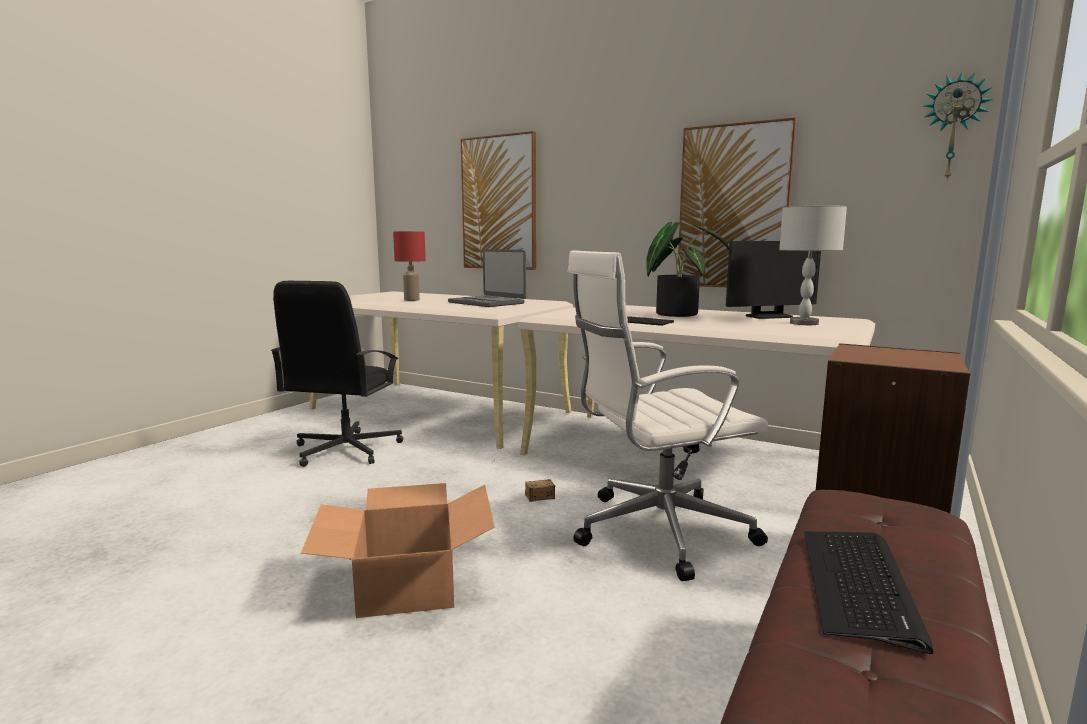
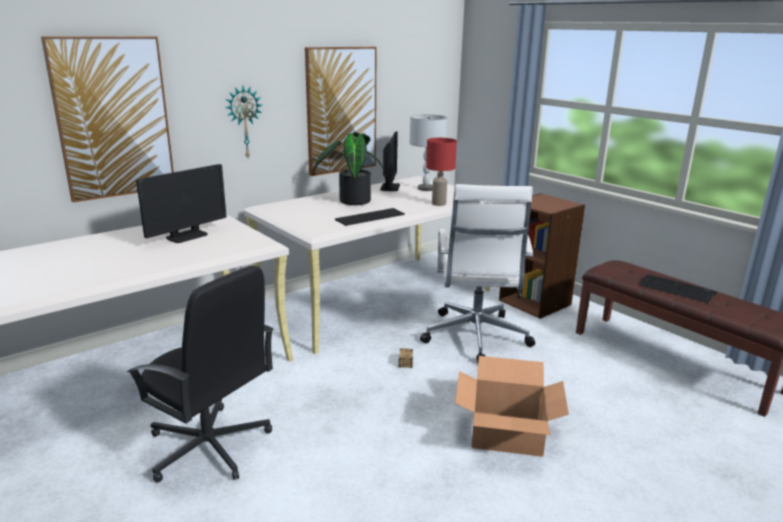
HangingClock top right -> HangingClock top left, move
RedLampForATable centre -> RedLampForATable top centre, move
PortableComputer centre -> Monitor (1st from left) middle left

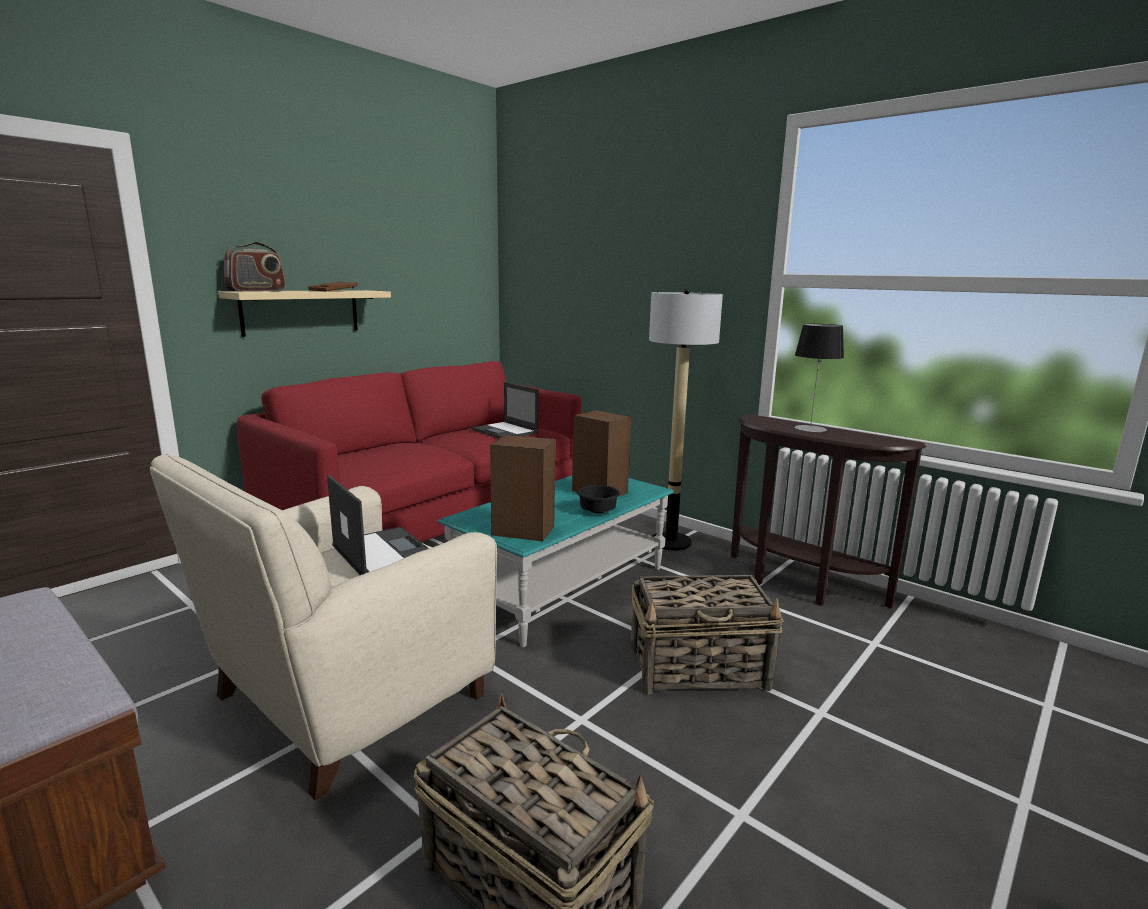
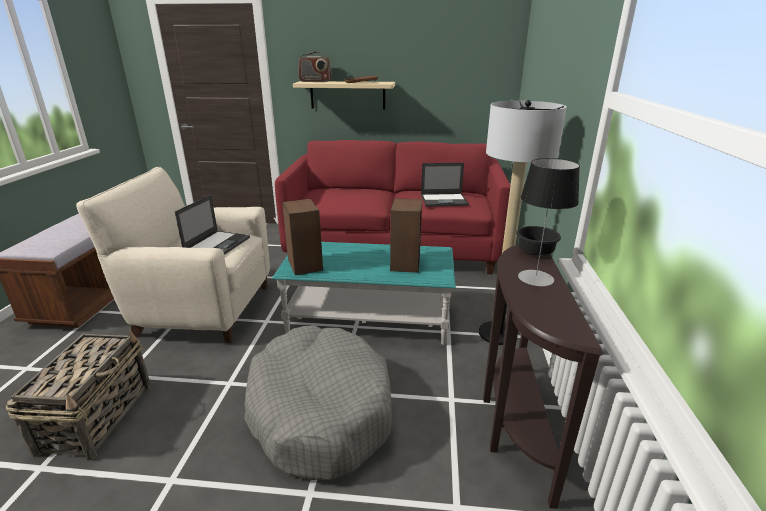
PortableComputer (2nd from left) centre, 105 degrees counterclockwise
BlackColouredBowl centre -> BlackColouredBowl middle right, move
StorageBasket (2nd from left) bottom centre -> GreyPetBed bottom centre

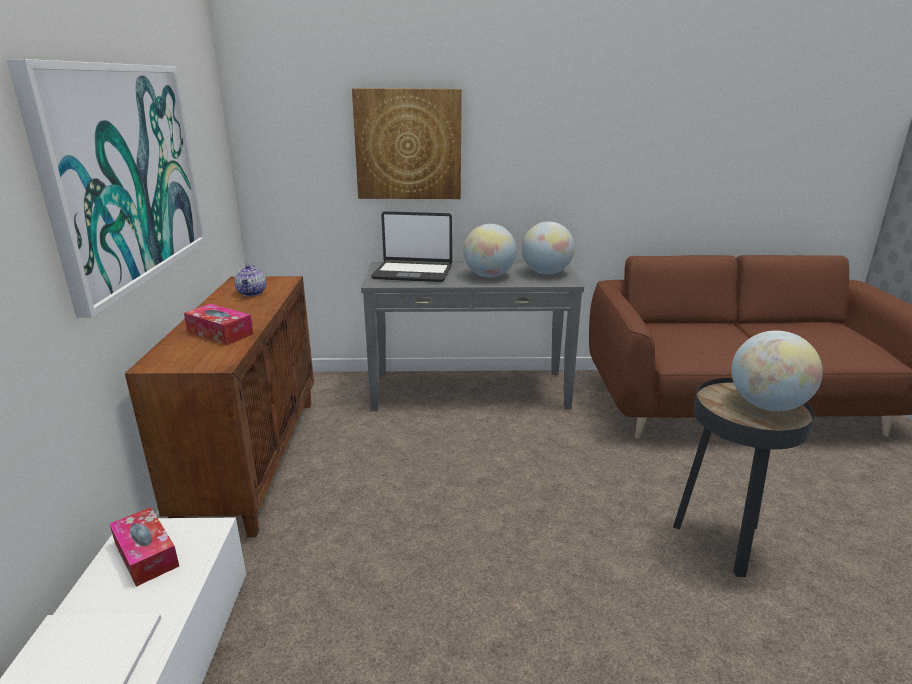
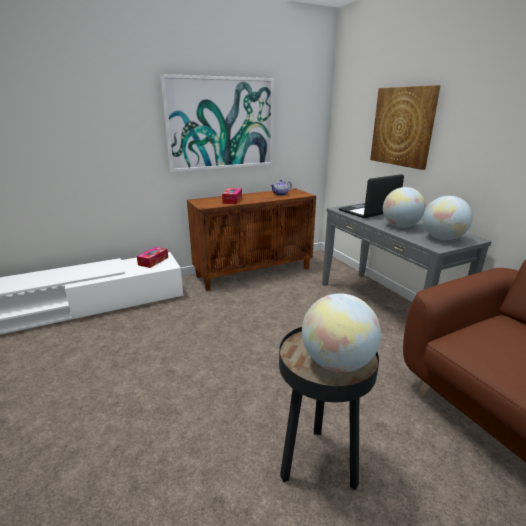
PortableComputer centre -> PortableComputer middle right, 75 degrees clockwise

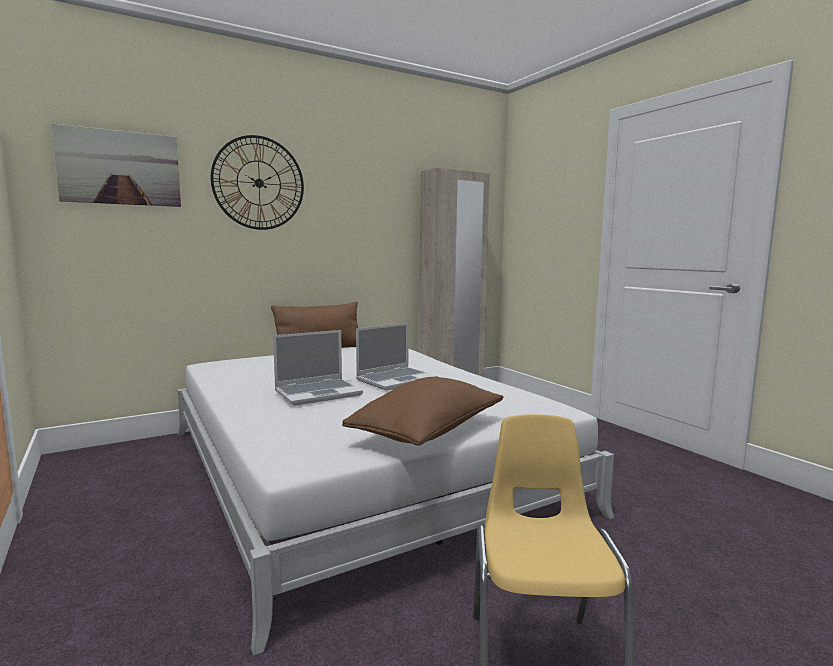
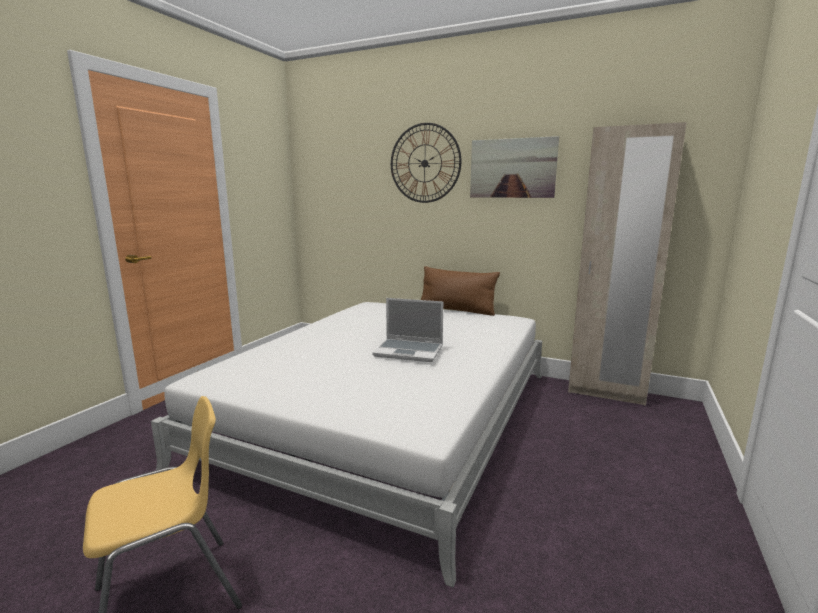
Picture top left -> Picture top centre, move
PortableComputer (1st from left) centre -> none
BrownThrowPillow (2nd from left) centre -> none

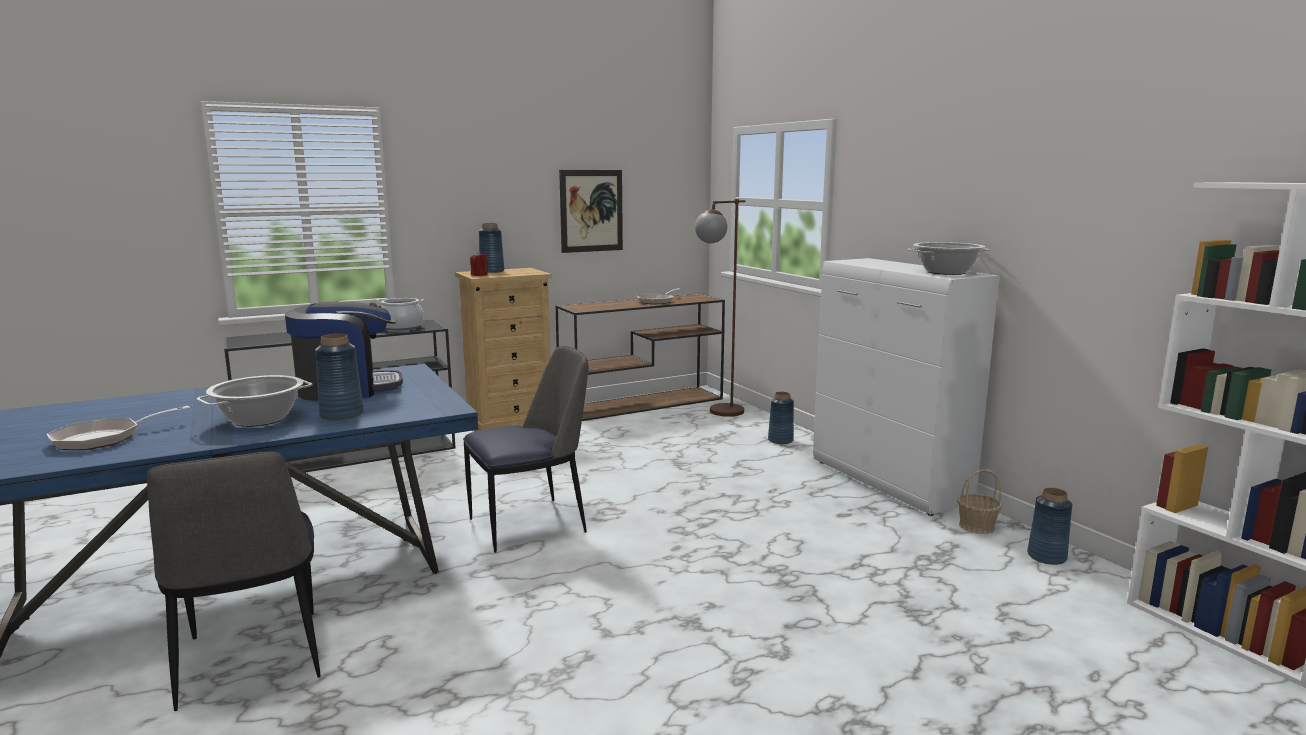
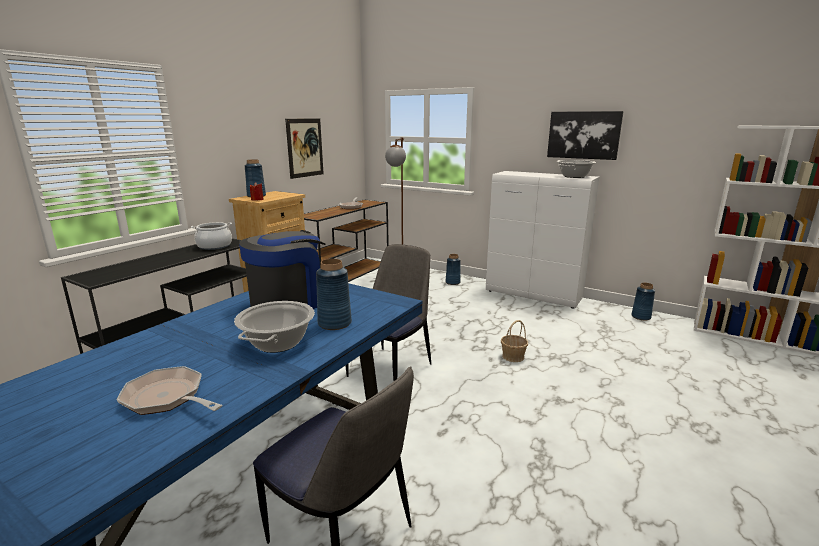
Skillet (1st from left) middle left -> Skillet (1st from left) bottom left, 105 degrees clockwise
StorageBasket bottom right -> StorageBasket centre, move
none -> Picture (2nd from left) top right

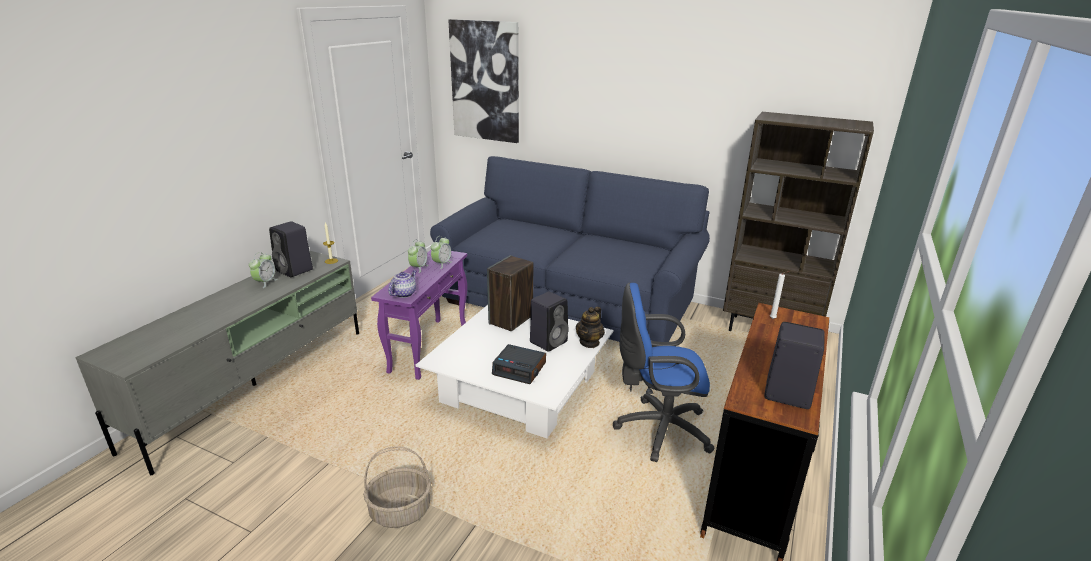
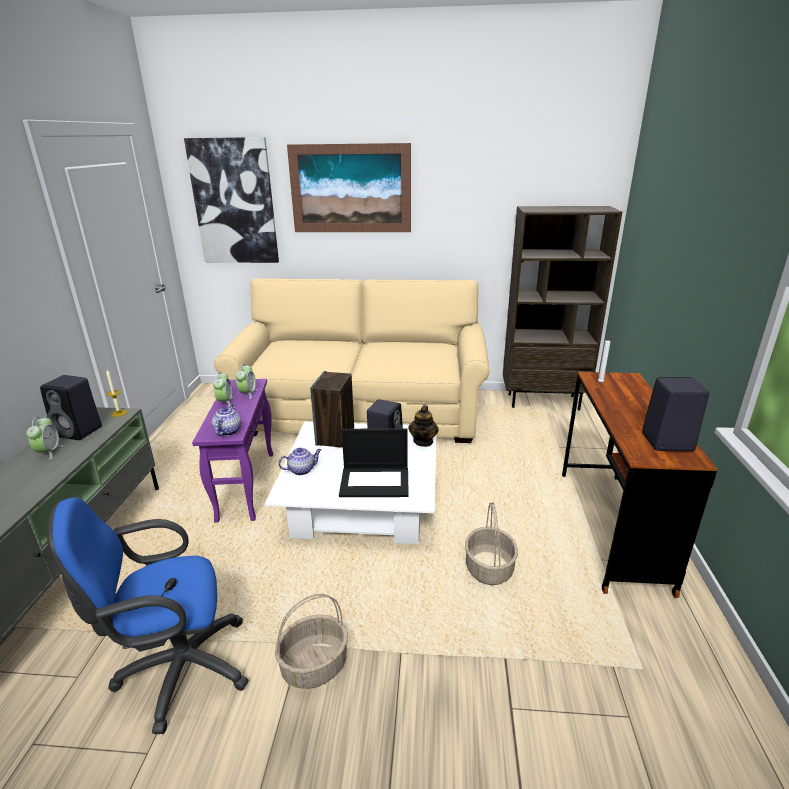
BlueColouredSettee centre -> BeigeColouredSettee centre
BlueColouredDeskChair centre -> BlueColouredDeskChair bottom left, move
TableClock (4th from left) centre -> PortableComputer centre
none -> Picture (2nd from left) top centre
none -> PotForTea (2nd from left) centre
none -> StorageBasket (2nd from left) bottom centre

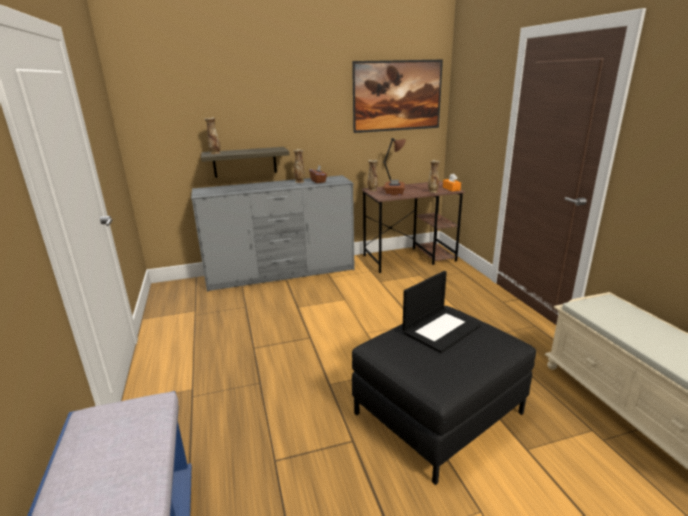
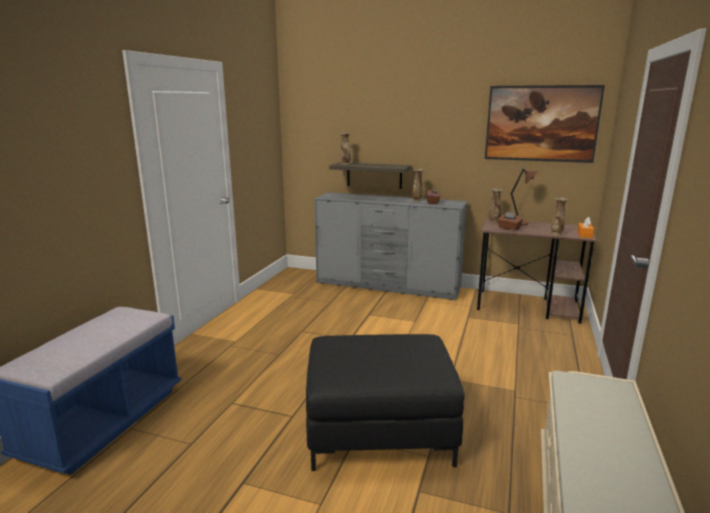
PortableComputer centre -> none

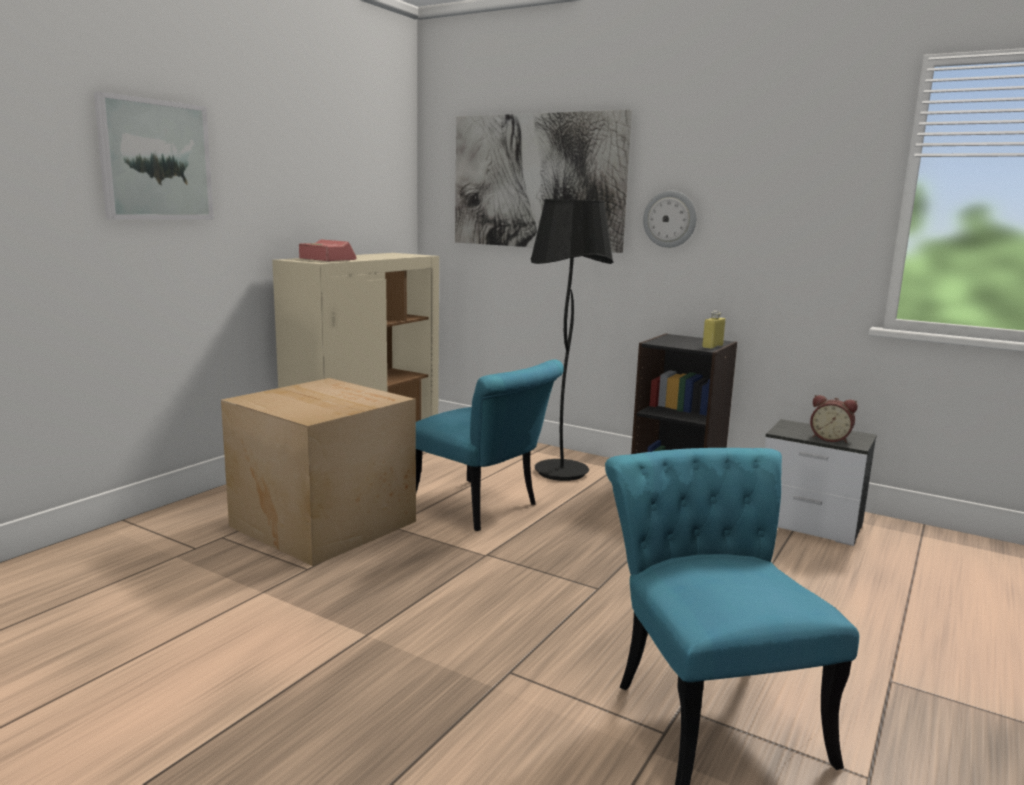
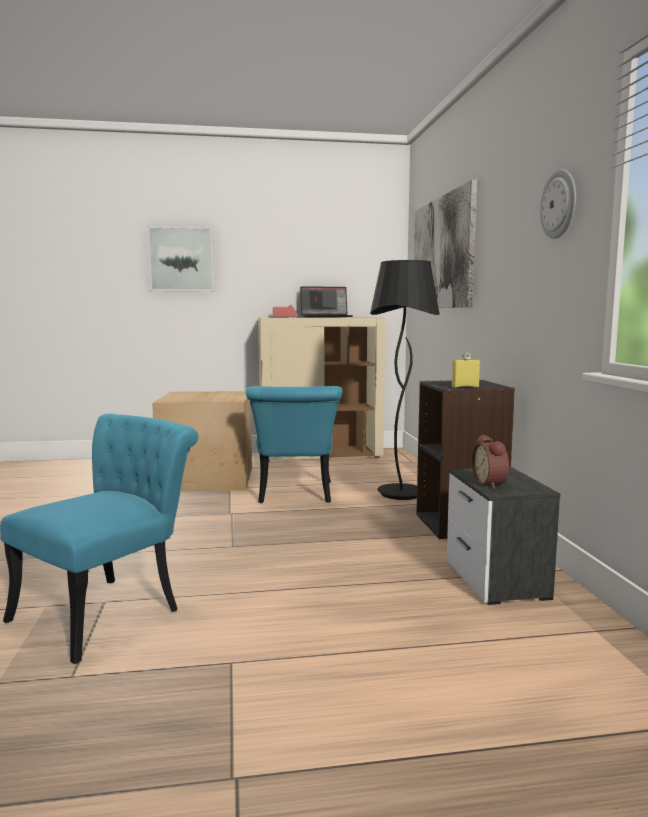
HangingClock top centre -> HangingClock top right, move
none -> PortableComputer centre

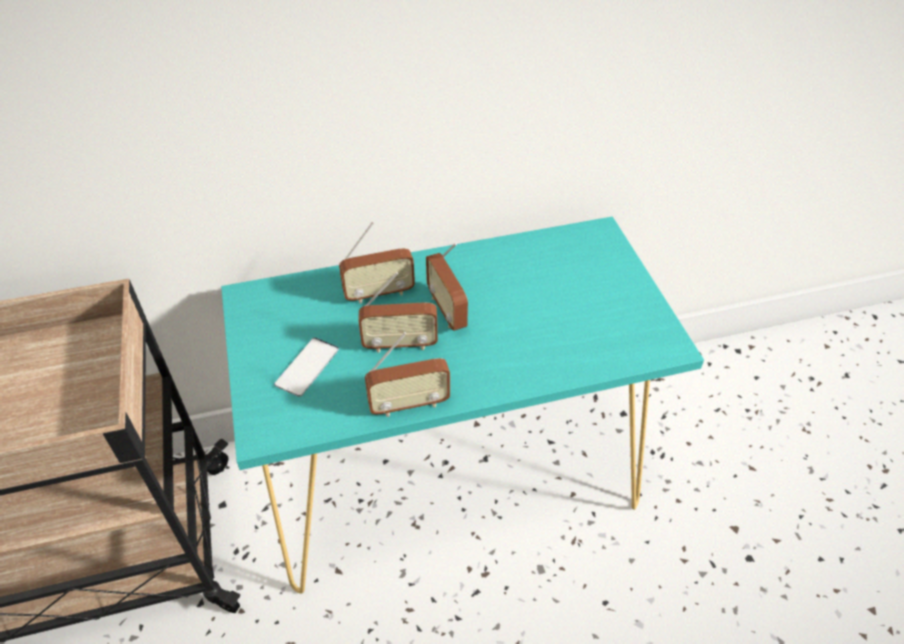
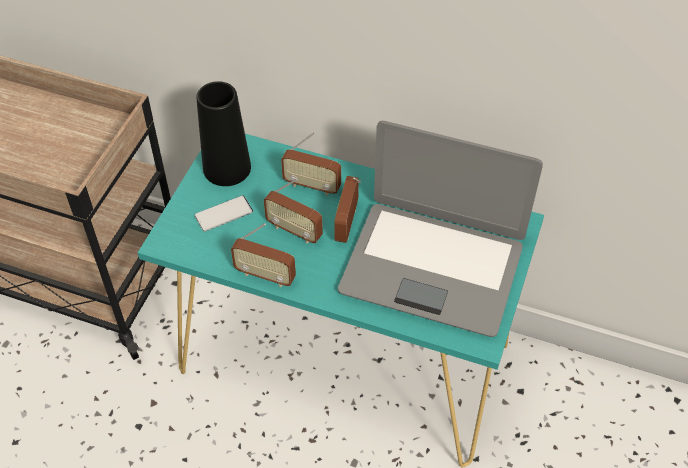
none -> BlackColouredFlowerVase top left
none -> PortableComputer centre

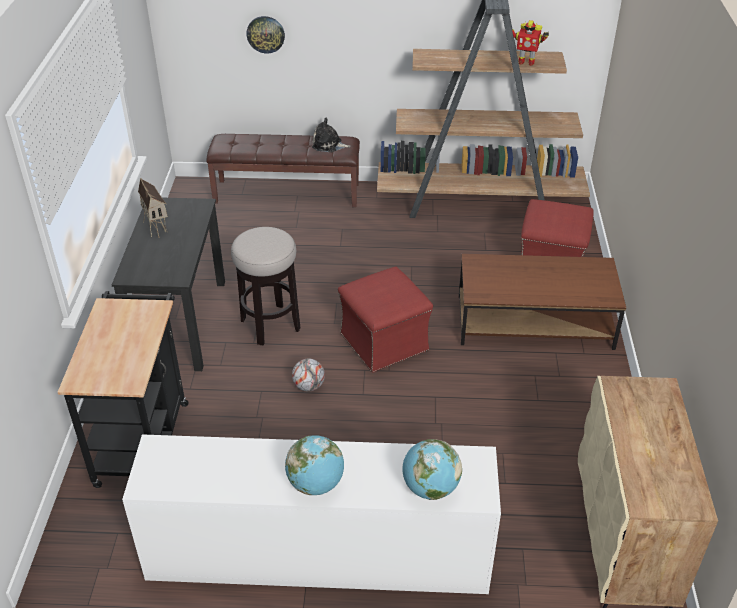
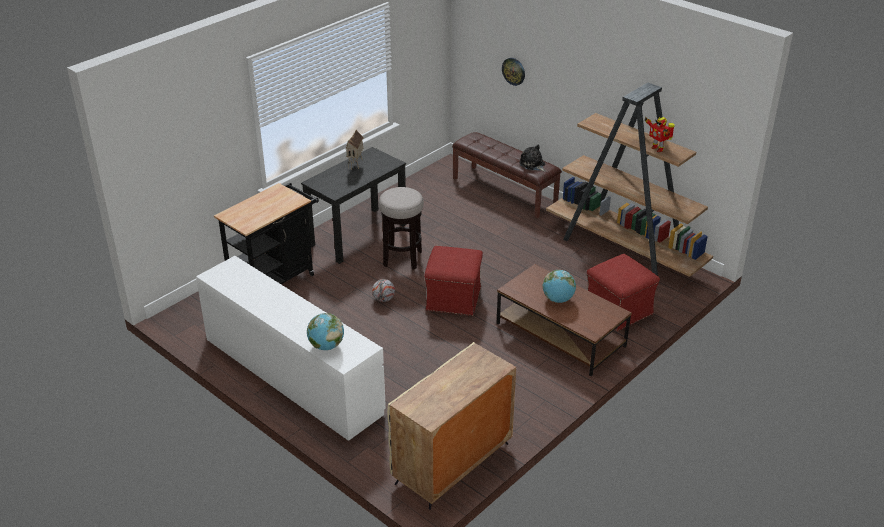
Globe (1st from left in the first image) bottom centre -> Globe (2nd from left) centre, move

